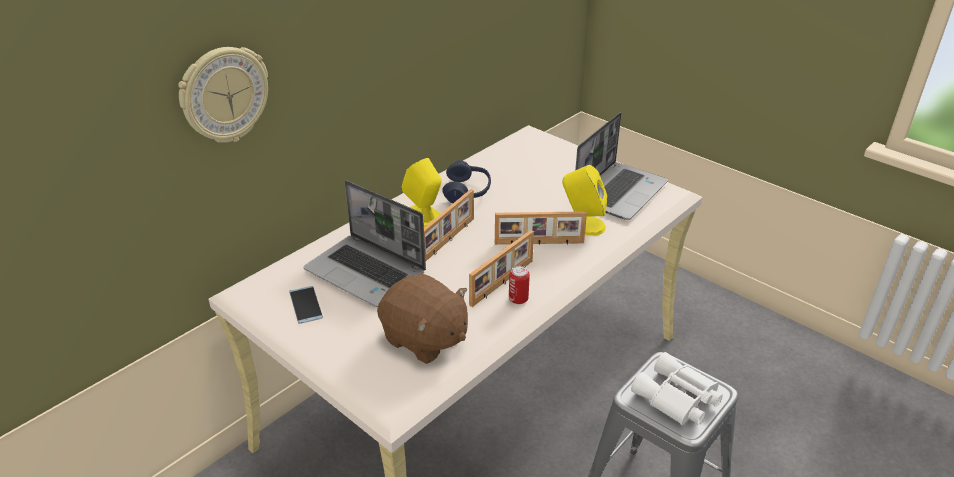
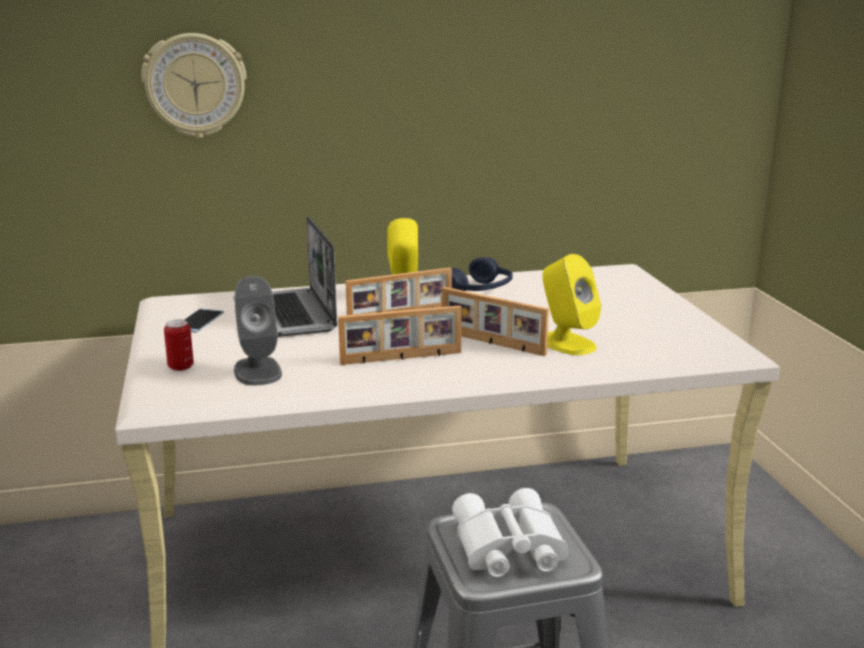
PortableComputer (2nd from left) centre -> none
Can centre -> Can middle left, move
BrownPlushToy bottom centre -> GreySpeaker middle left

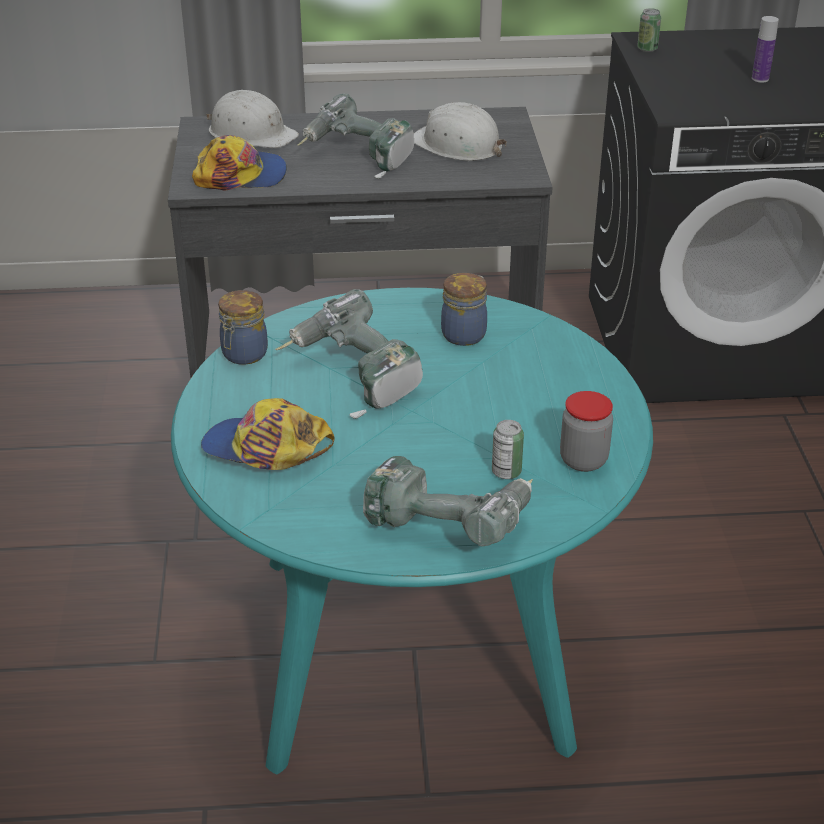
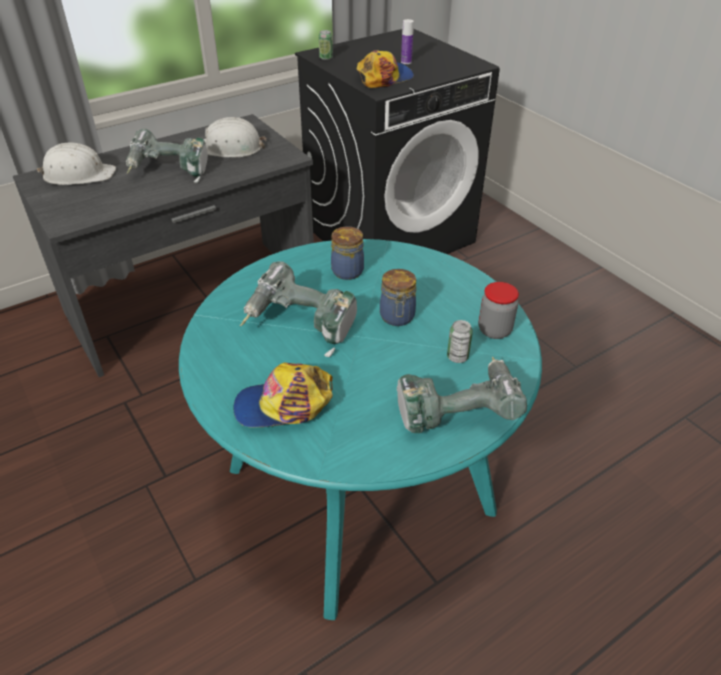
PeakedCap (1st from left in the first image) top left -> PeakedCap (2nd from left) top centre, move
PreserveJar (1st from left in the first image) middle left -> PreserveJar (2nd from left) centre, move

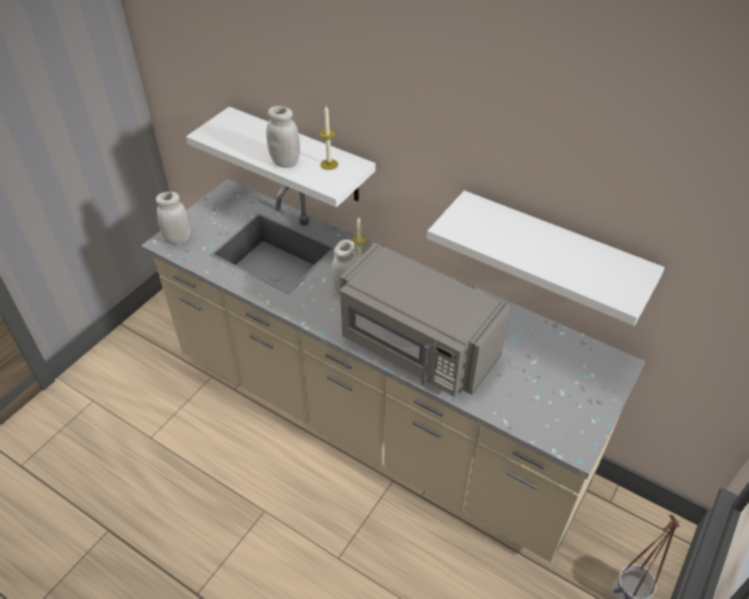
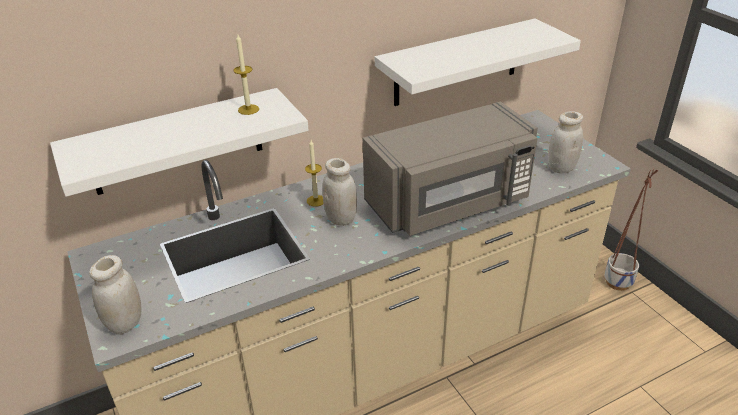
WhitishPreserveJar (2nd from left in the first image) top centre -> WhitishPreserveJar (3rd from left) middle right, move

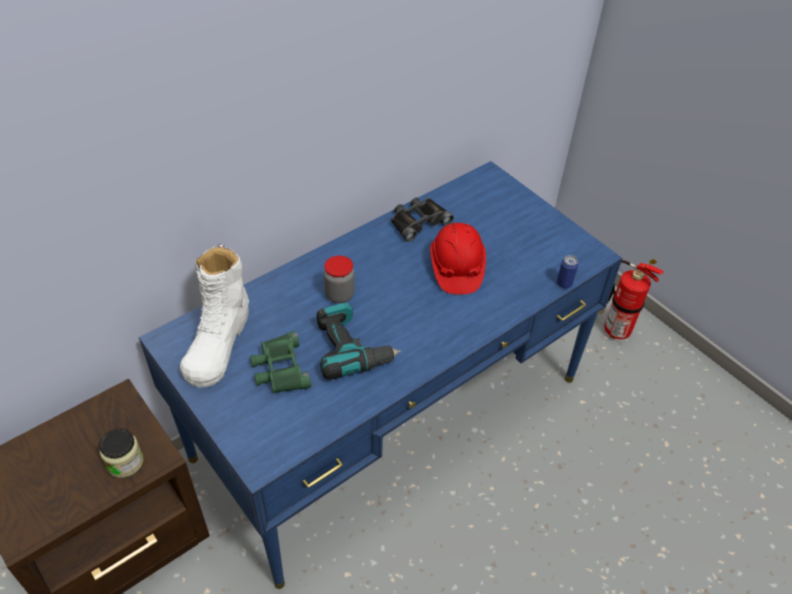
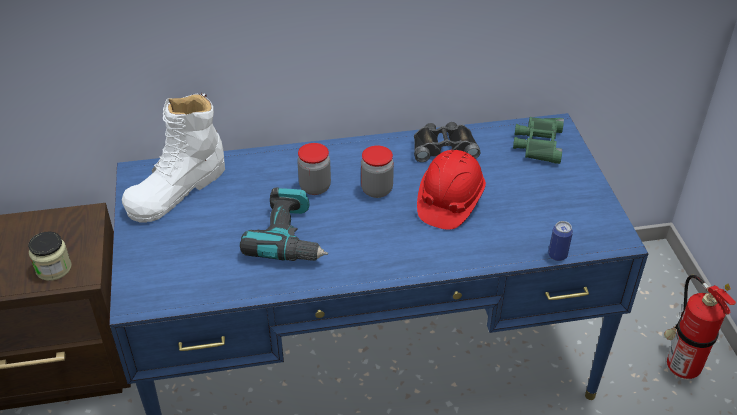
GreenBinoculars centre -> GreenBinoculars middle right, move
none -> PreserveJar (3rd from left) centre

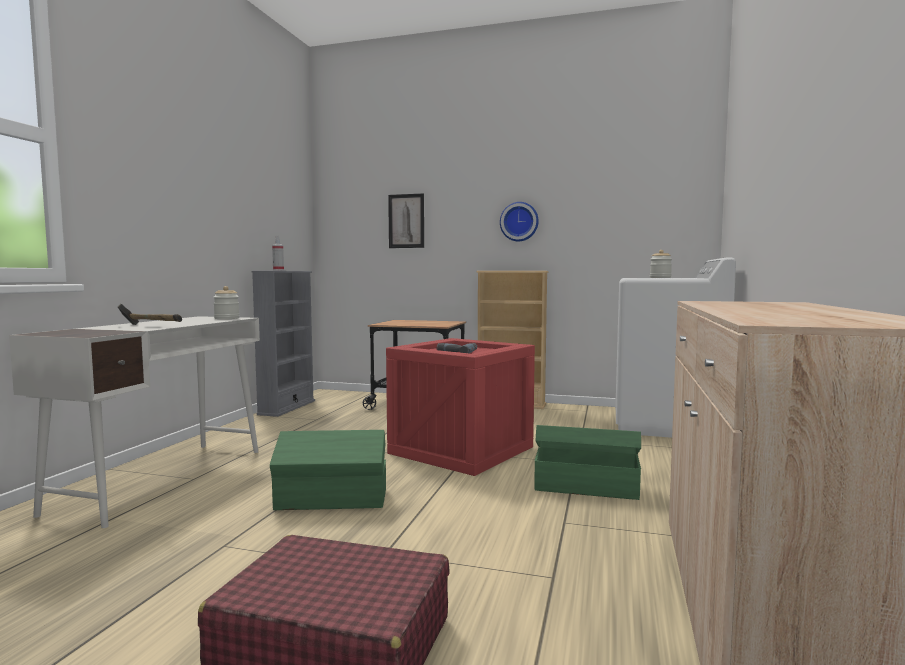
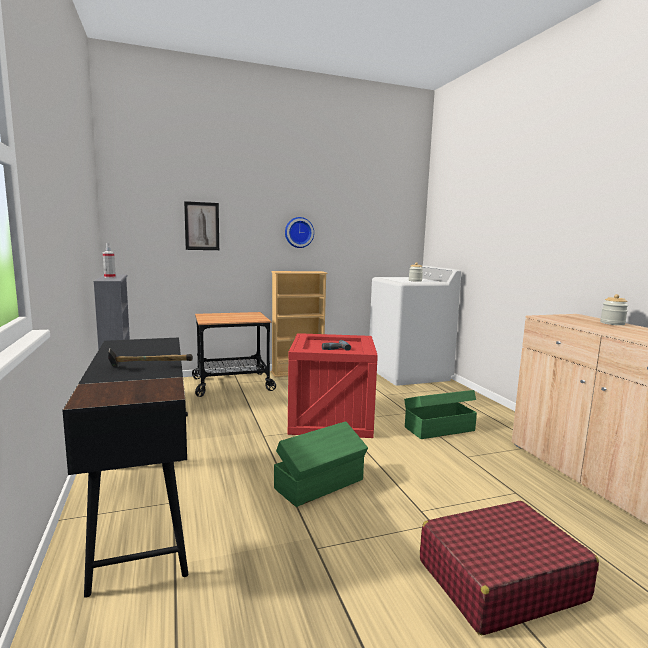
PreserveJar (1st from left in the first image) middle left -> PreserveJar (2nd from left) middle right, move
WhitishDeskTable middle left -> BlackColouredDeskTable bottom left

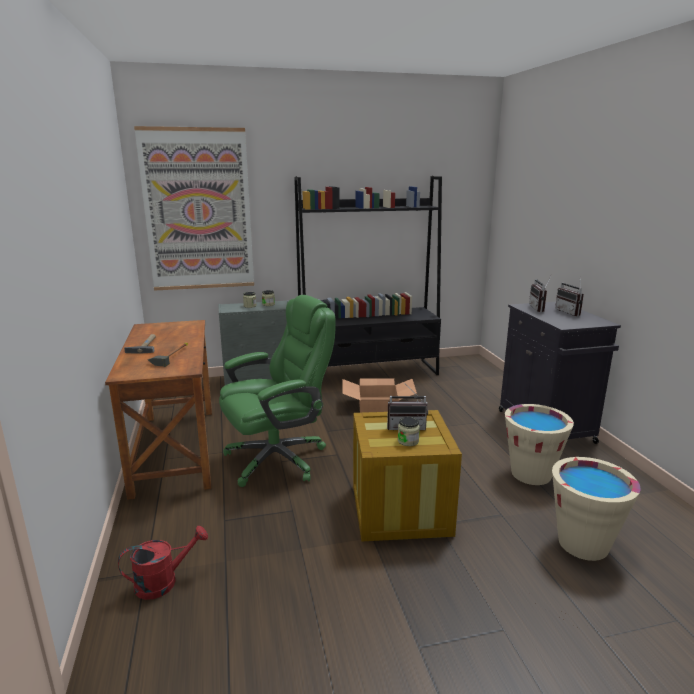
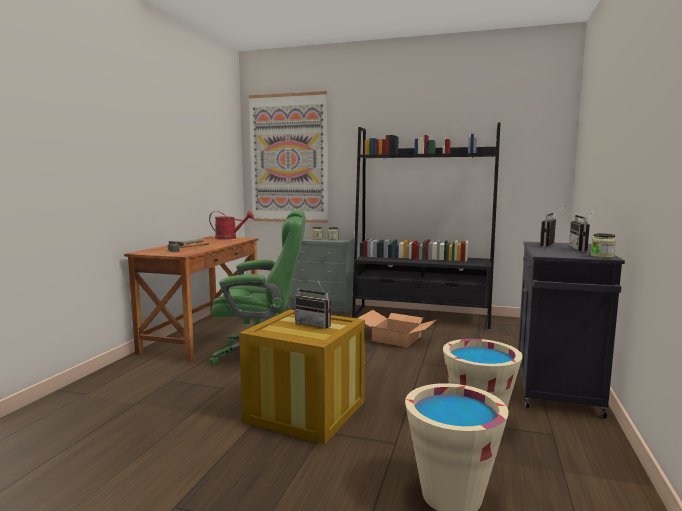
PreserveJar (3rd from left) centre -> PreserveJar (3rd from left) middle right, move
RedWateringPot bottom left -> RedWateringPot centre, move

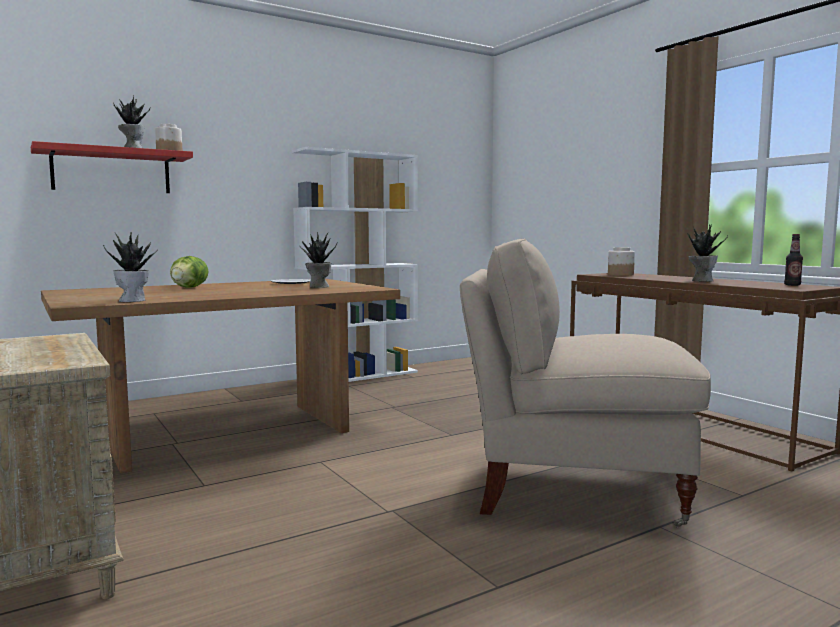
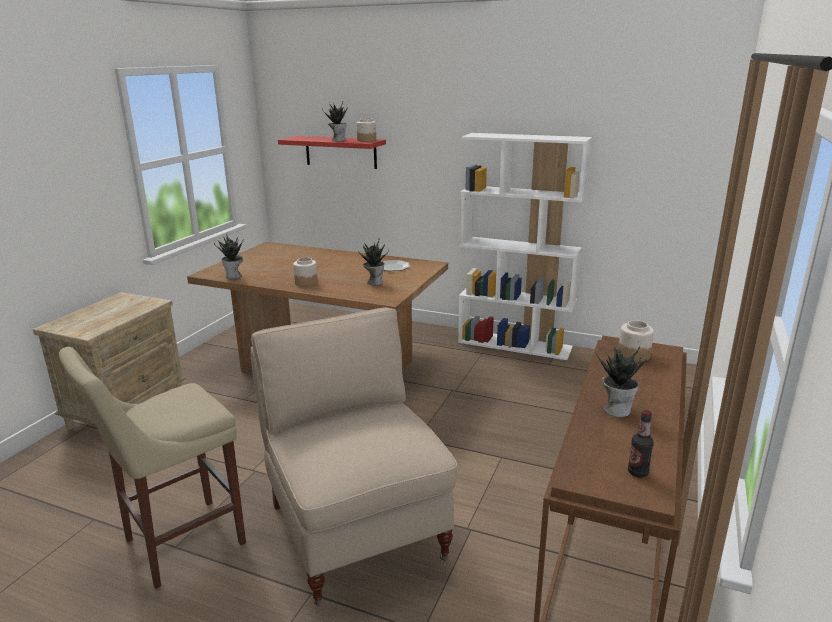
Lettuce middle left -> none
none -> PreserveJar (1st from left) centre
none -> BeigeColouredStool bottom left

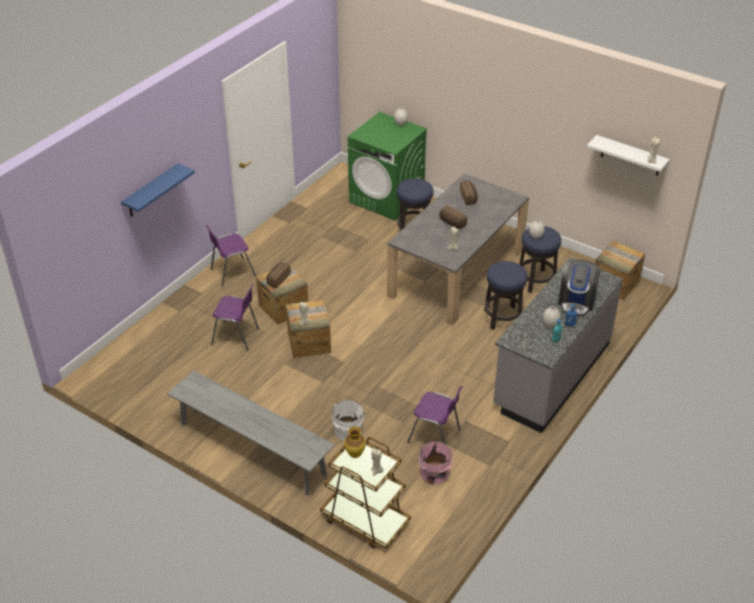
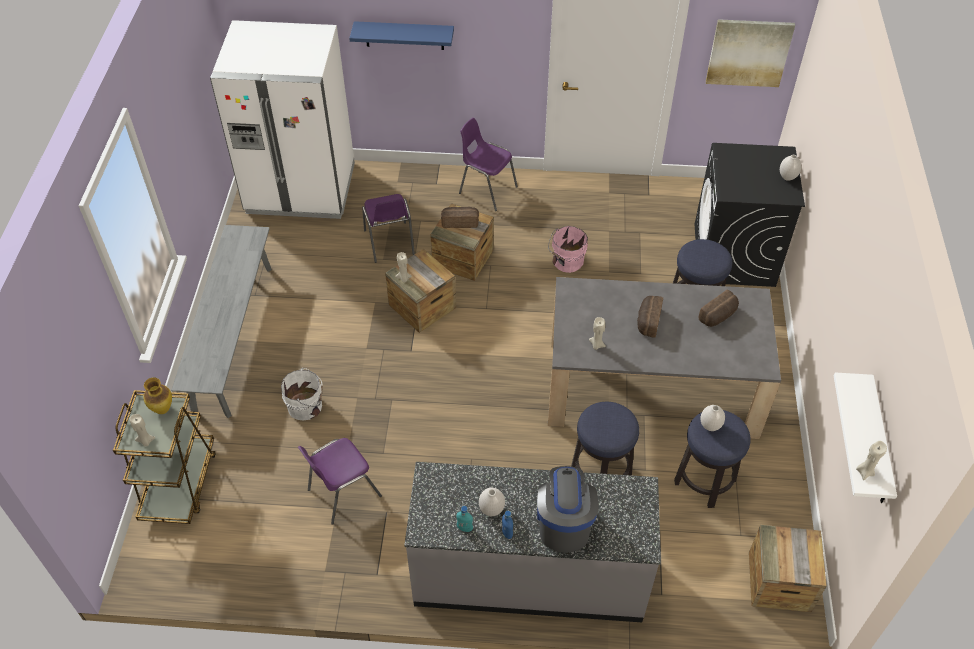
GreenWashingMachine top centre -> BlackColouredWashingMachine top right
CoffeeMaker middle right -> CoffeeMaker bottom centre, 105 degrees clockwise
PurpleUprightChair (3rd from left in the first image) bottom centre -> PurpleUprightChair (1st from left) bottom centre, 60 degrees clockwise
PinkishWaterBucket bottom centre -> PinkishWaterBucket centre, move
none -> Picture top right
none -> WhitishRefrigerator top left

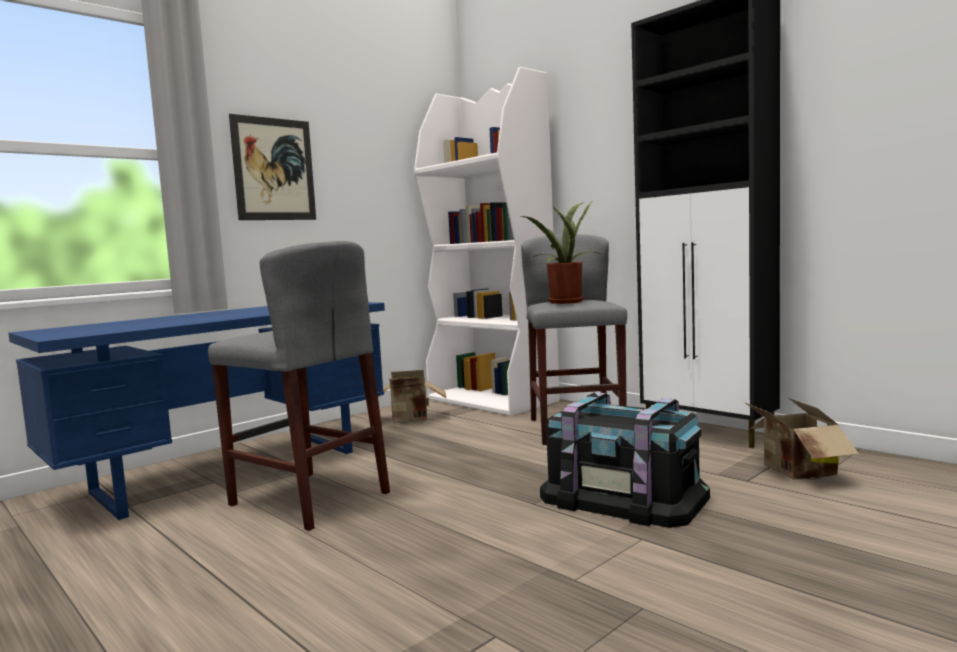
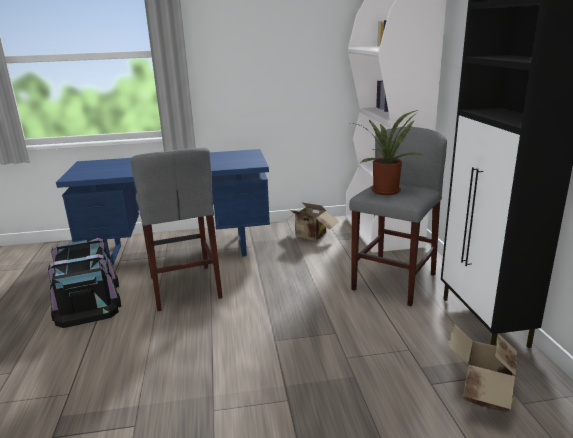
Picture top left -> none
BlackColouredStorageContainer bottom centre -> BlackColouredStorageContainer middle left, move

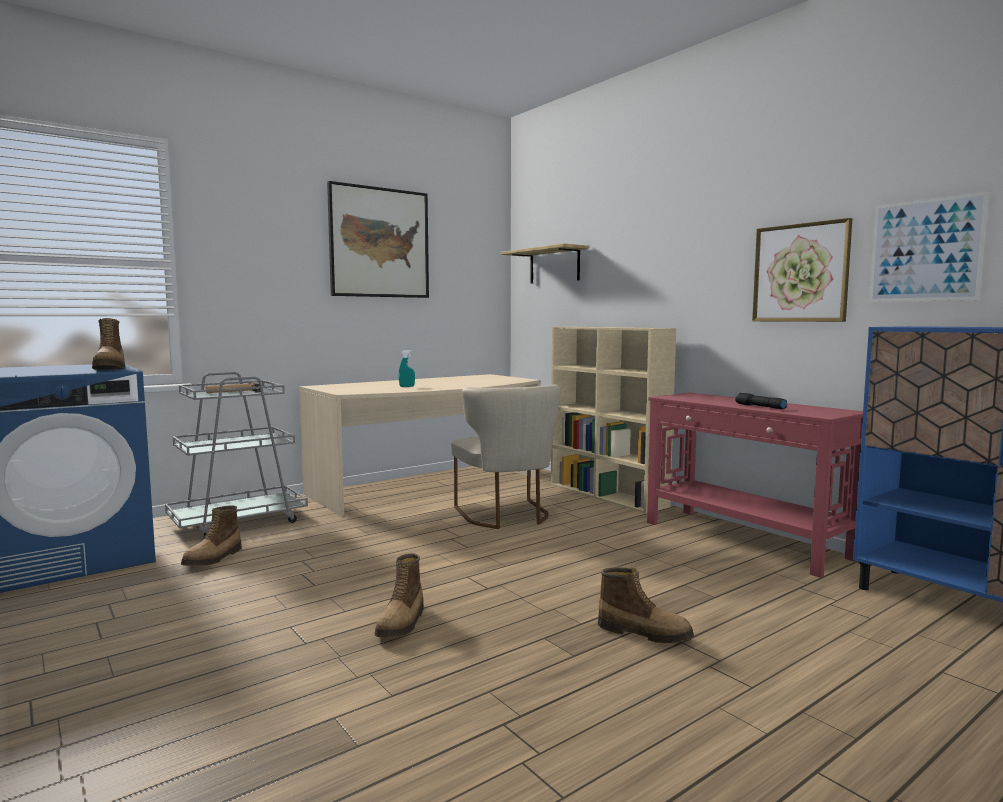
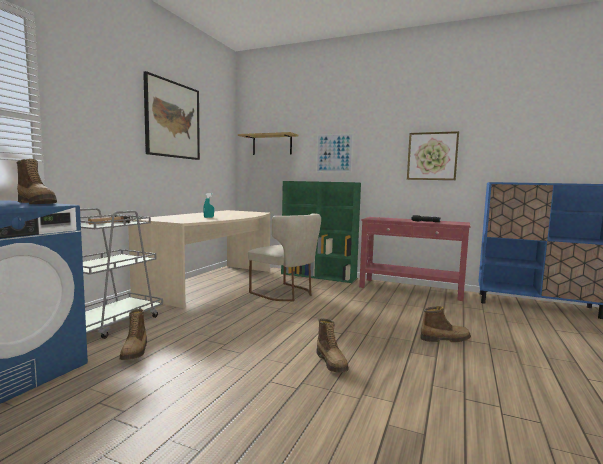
Picture (3rd from left in the first image) top right -> Picture (2nd from left) top centre, move
BeigeColouredBookshelf centre -> GreenBookshelf centre

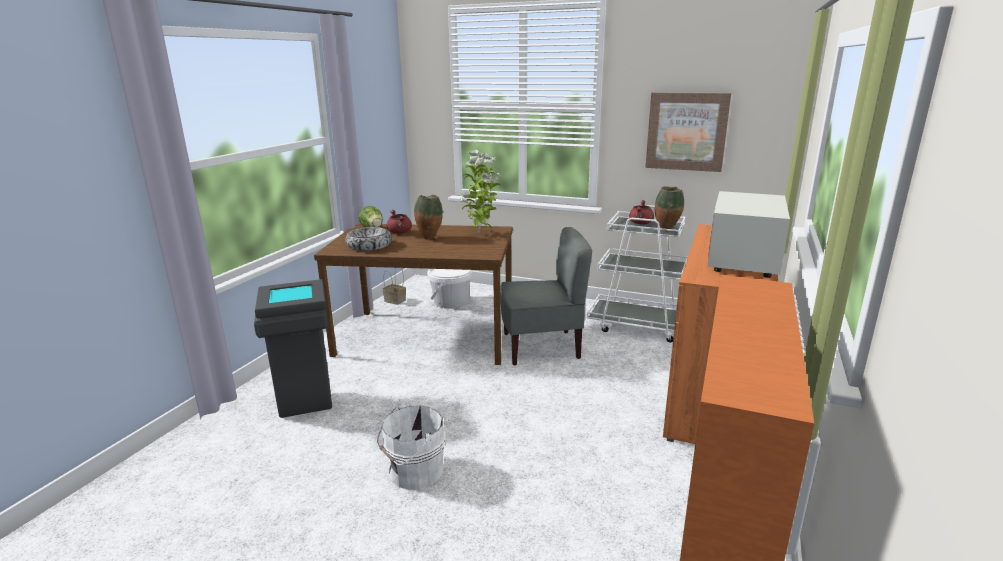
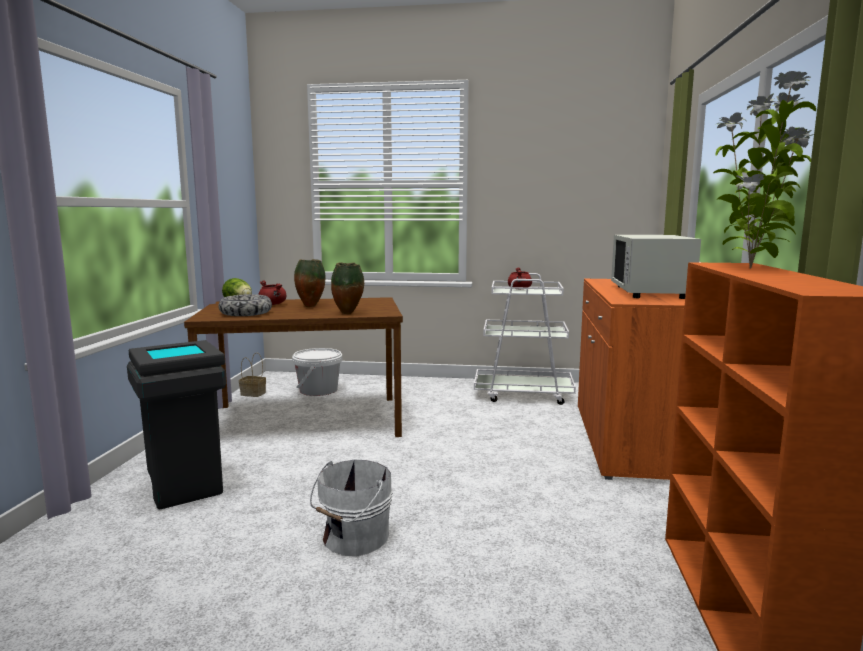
Picture top right -> none
Houseplant centre -> Houseplant top right, move
FlowerVase (2nd from left) middle right -> FlowerVase (2nd from left) centre, move
GreyUprightChair centre -> none

